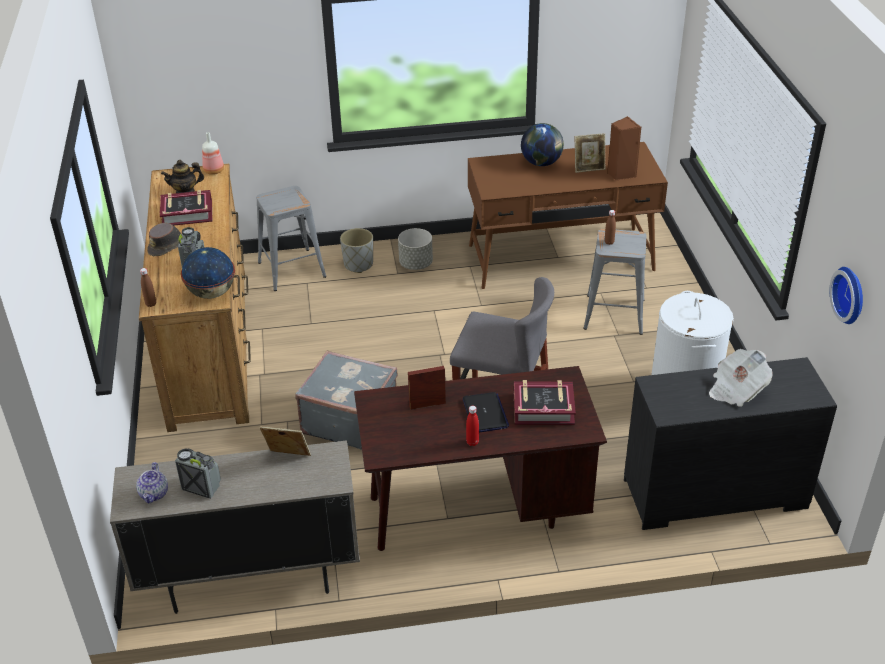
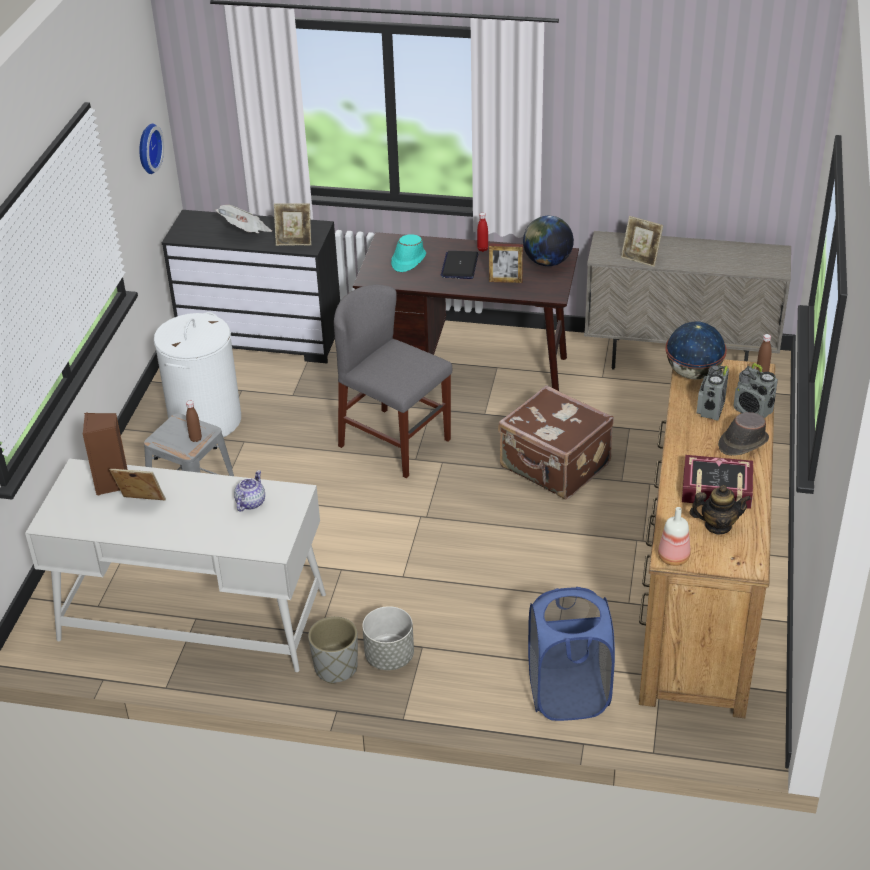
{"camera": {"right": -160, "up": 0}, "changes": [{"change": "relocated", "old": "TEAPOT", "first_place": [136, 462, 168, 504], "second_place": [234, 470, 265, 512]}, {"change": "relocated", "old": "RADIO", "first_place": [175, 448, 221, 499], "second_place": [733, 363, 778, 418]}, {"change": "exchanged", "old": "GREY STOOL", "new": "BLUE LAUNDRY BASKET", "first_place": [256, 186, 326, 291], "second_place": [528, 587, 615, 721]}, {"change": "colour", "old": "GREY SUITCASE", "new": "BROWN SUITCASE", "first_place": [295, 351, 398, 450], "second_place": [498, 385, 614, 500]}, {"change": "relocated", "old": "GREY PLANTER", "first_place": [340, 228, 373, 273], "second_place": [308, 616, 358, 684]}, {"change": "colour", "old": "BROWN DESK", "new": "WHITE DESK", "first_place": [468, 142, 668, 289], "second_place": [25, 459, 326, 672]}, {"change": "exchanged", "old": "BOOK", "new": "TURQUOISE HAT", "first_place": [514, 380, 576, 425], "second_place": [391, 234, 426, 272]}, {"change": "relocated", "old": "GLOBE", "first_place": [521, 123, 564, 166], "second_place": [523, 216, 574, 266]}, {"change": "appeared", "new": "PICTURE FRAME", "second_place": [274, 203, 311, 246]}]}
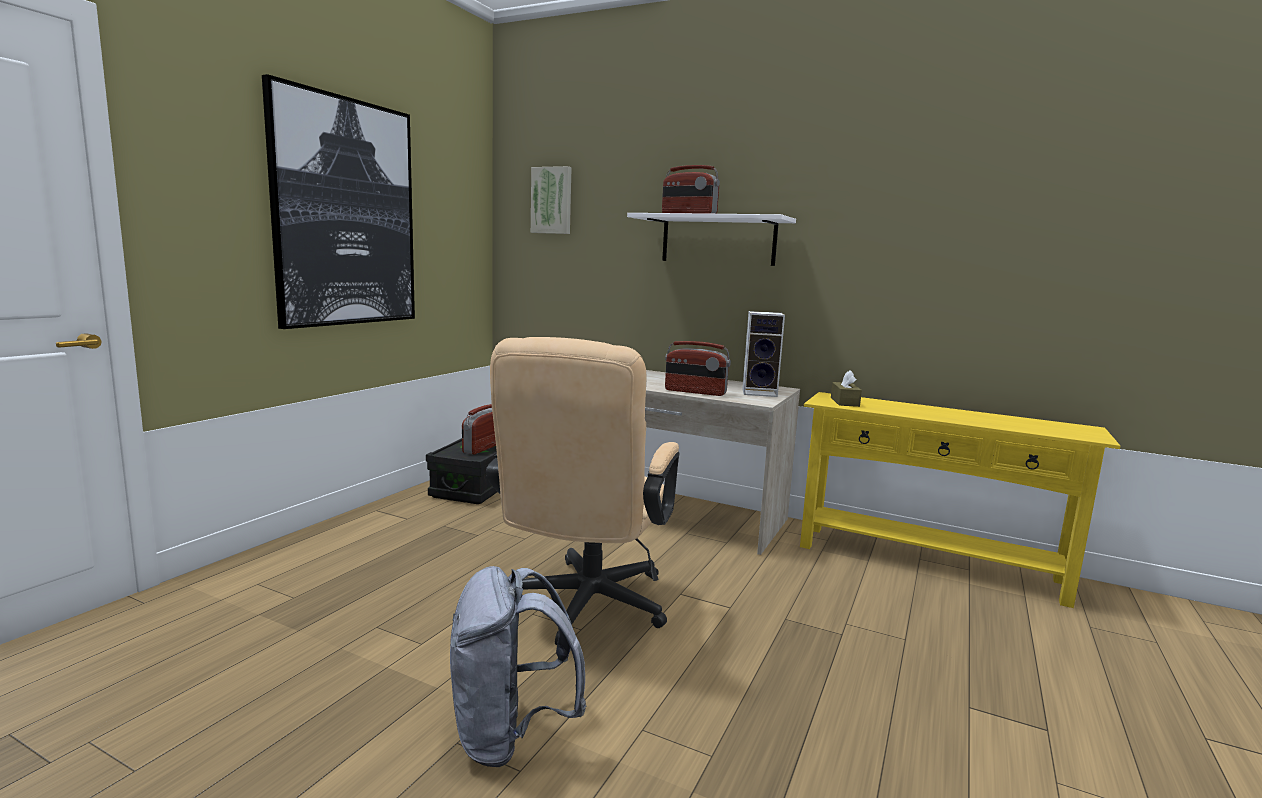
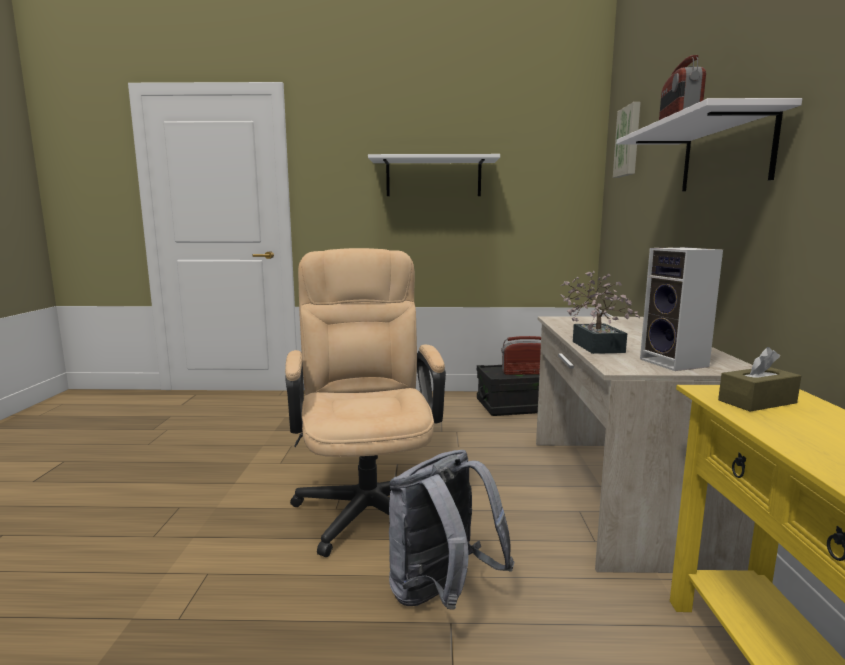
{"camera": {"right": 65, "up": 0}, "changes": [{"change": "exchanged", "old": "PICTURE", "new": "WHITE SHELF", "first_place": [262, 74, 415, 329], "second_place": [368, 154, 500, 196]}, {"change": "relocated", "old": "GREY BACKPACK", "first_place": [450, 566, 586, 767], "second_place": [389, 450, 514, 609]}, {"change": "spun", "old": "BEIGE OFFICE CHAIR", "first_place": [486, 337, 679, 645], "second_place": [285, 248, 446, 557], "degrees": 90}, {"change": "exchanged", "old": "RADIO", "new": "POTTED PLANT", "first_place": [665, 341, 731, 396], "second_place": [560, 271, 640, 354]}]}
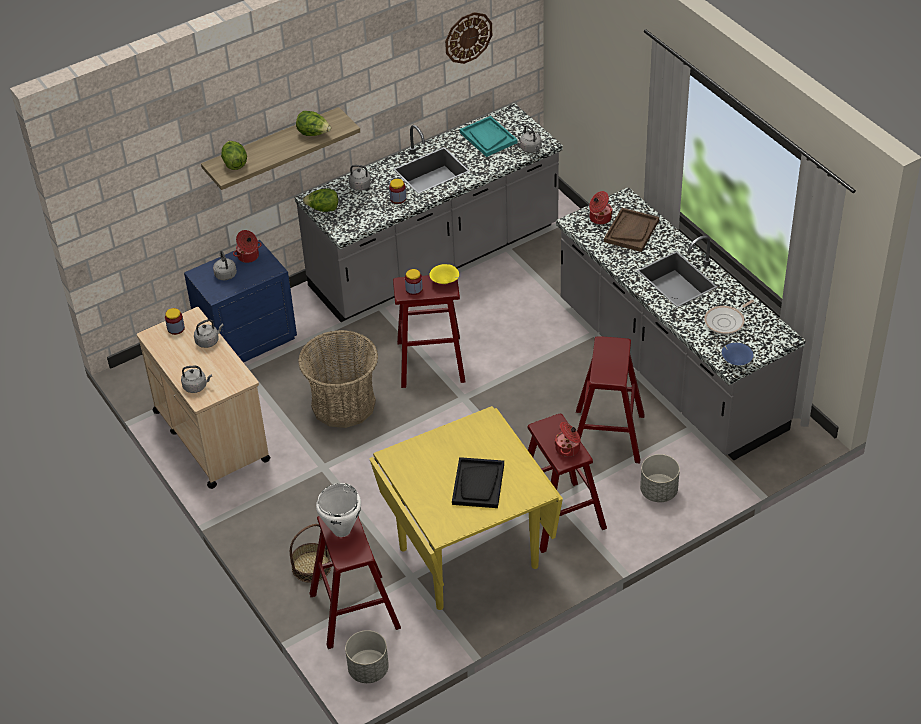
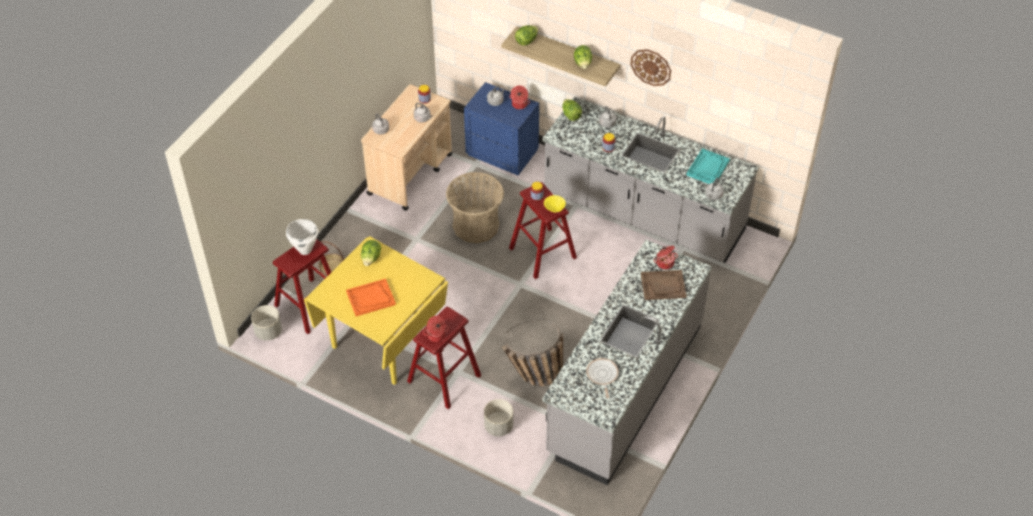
{"camera": {"right": 60, "up": 5}, "changes": [{"change": "relocated", "old": "WALL CLOCK", "first_place": [445, 12, 492, 64], "second_place": [630, 49, 671, 86]}, {"change": "colour", "old": "BLACK TRAY", "new": "ORANGE TRAY", "first_place": [452, 457, 504, 508], "second_place": [346, 279, 396, 316]}, {"change": "exchanged", "old": "RED STOOL", "new": "BASKET", "first_place": [576, 336, 645, 463], "second_place": [502, 319, 563, 386]}, {"change": "spun", "old": "FRYING PAN", "first_place": [704, 300, 754, 335], "second_place": [586, 358, 619, 398], "degrees": 60}, {"change": "missing", "old": "BLUE BOWL", "first_place": [722, 343, 753, 365]}, {"change": "appeared", "new": "LETTUCE", "second_place": [361, 240, 381, 266]}]}
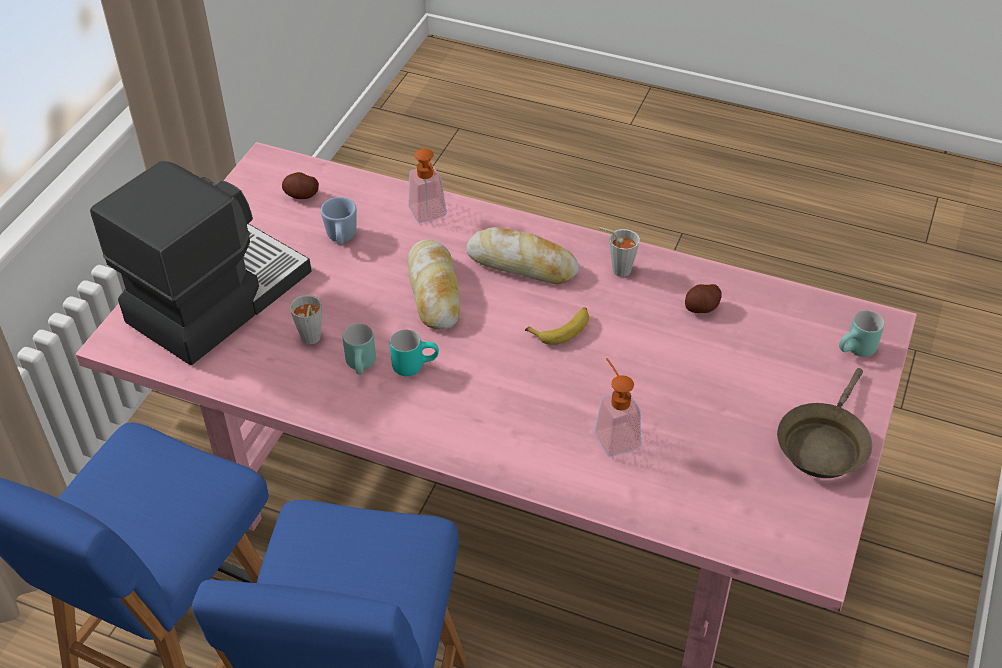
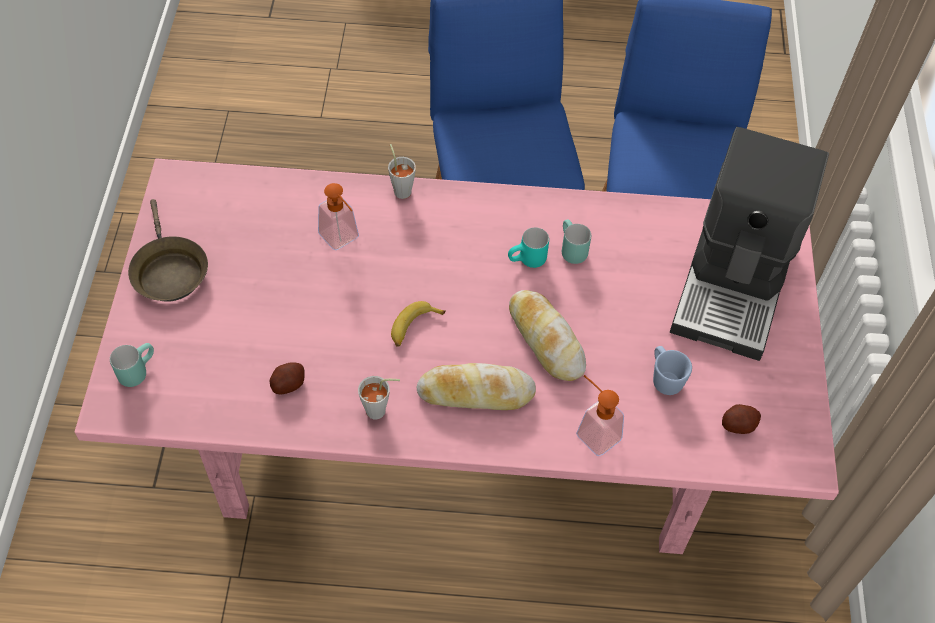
{"camera": {"right": 160, "up": 10}, "changes": [{"change": "relocated", "old": "GREY CUP", "first_place": [290, 295, 322, 344], "second_place": [388, 144, 416, 199]}, {"change": "spun", "old": "BROWN FRYING PAN", "first_place": [777, 368, 872, 478], "second_place": [128, 199, 208, 302], "degrees": 150}]}
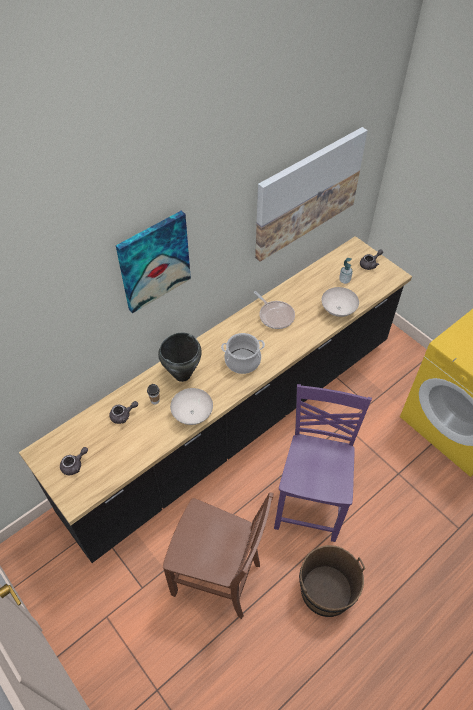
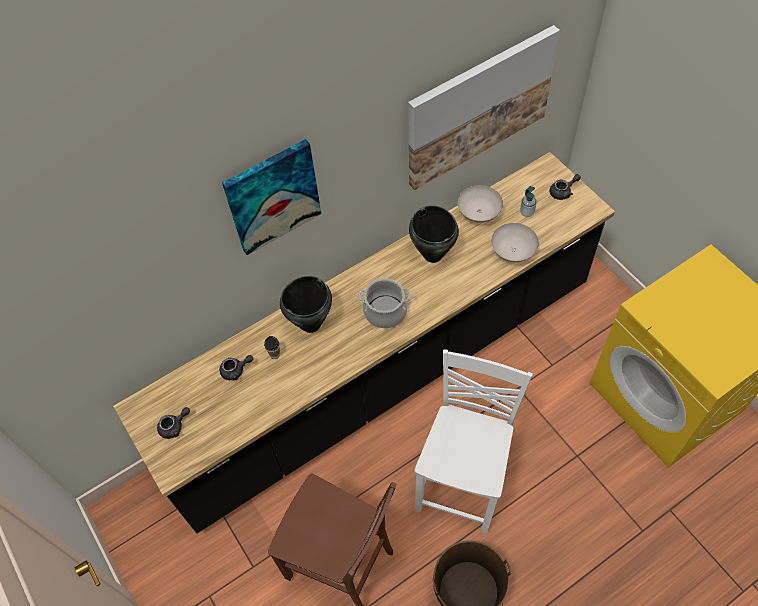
{"camera": {"right": 10, "up": 5}, "changes": [{"change": "relocated", "old": "WHITE BOWL", "first_place": [170, 388, 213, 425], "second_place": [457, 185, 503, 223]}, {"change": "exchanged", "old": "FRYING PAN", "new": "BLACK COOKING POT", "first_place": [254, 291, 295, 329], "second_place": [409, 205, 459, 263]}, {"change": "colour", "old": "PURPLE CHAIR", "new": "WHITE CHAIR", "first_place": [274, 384, 372, 542], "second_place": [415, 350, 533, 534]}]}
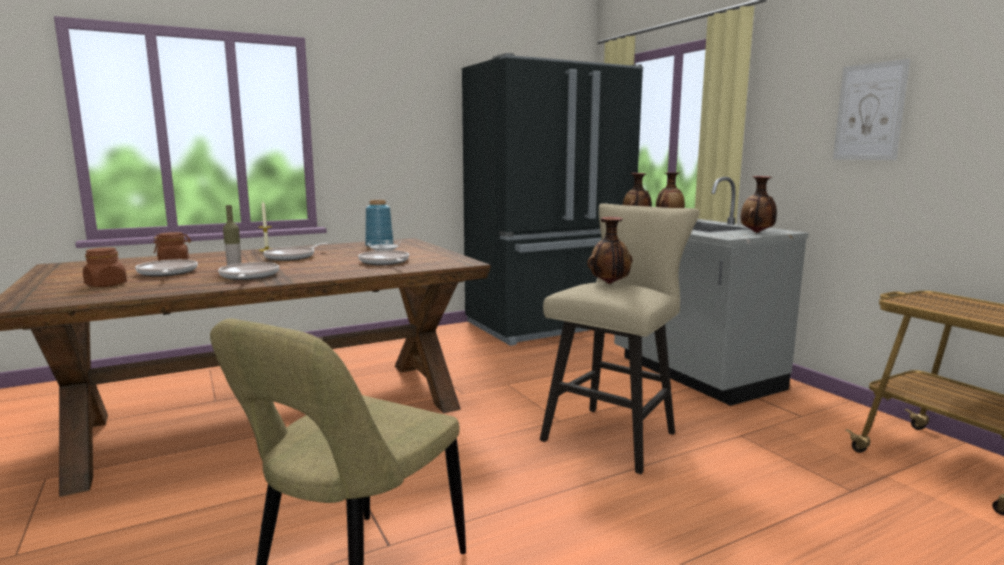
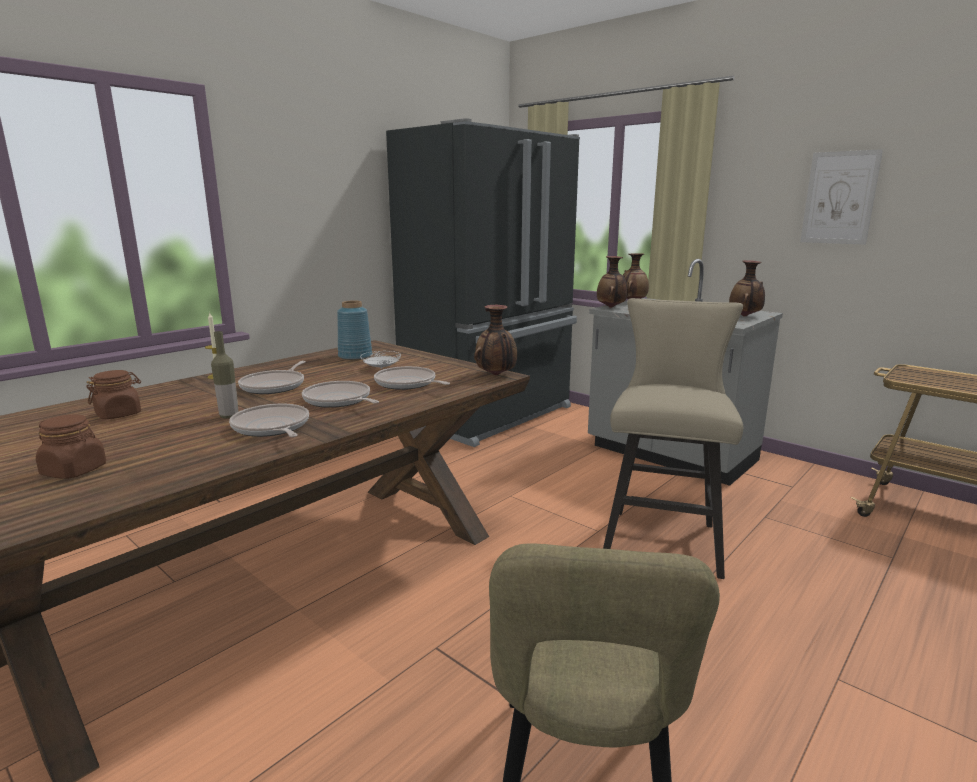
{"camera": {"right": -20, "up": 5}, "changes": [{"change": "relocated", "old": "FRYING PAN", "first_place": [135, 259, 198, 277], "second_place": [302, 381, 379, 408]}, {"change": "relocated", "old": "VASE", "first_place": [587, 217, 633, 284], "second_place": [474, 305, 517, 375]}]}
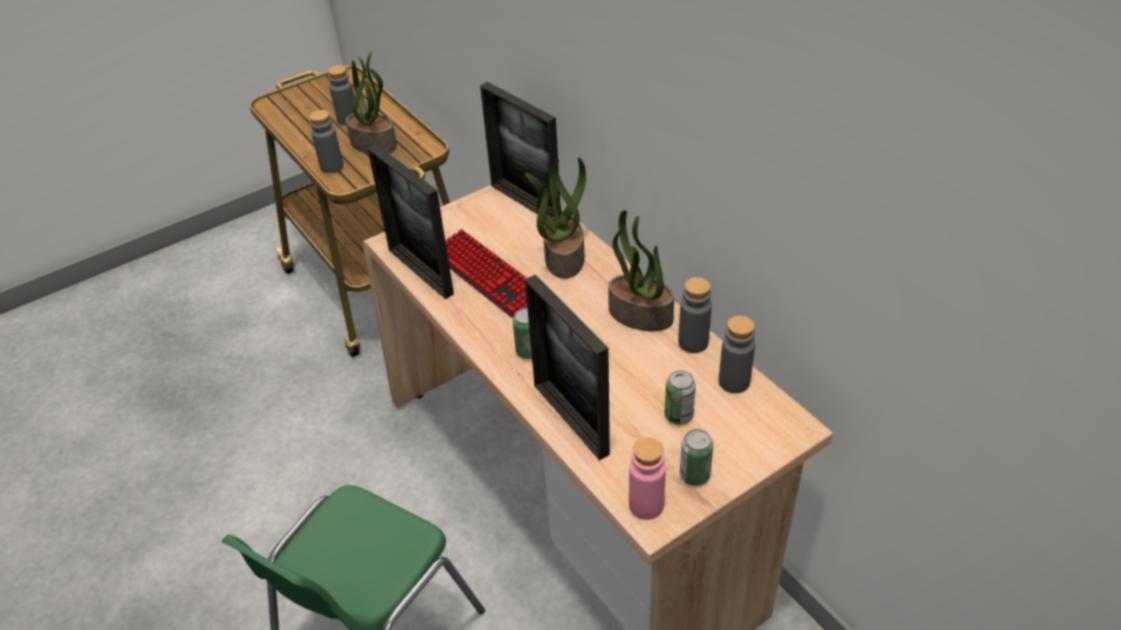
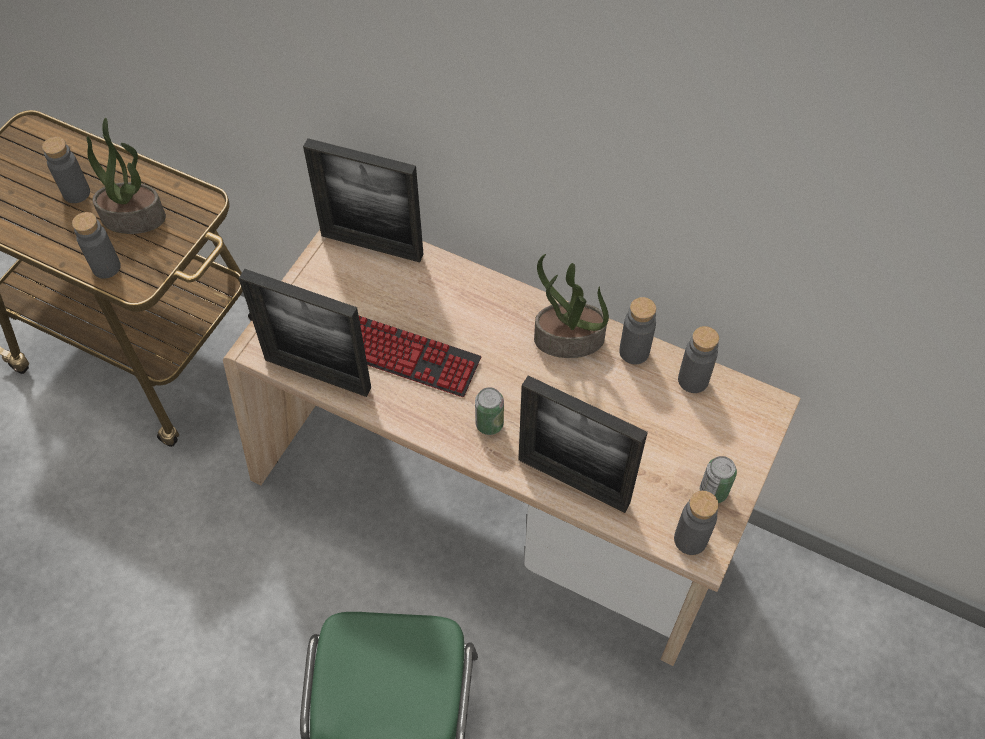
{"camera": {"right": -30, "up": 15}, "changes": [{"change": "missing", "old": "POTTED PLANT", "first_place": [525, 157, 586, 279]}, {"change": "colour", "old": "PINK BOTTLE", "new": "GREY BOTTLE", "first_place": [629, 437, 666, 520], "second_place": [674, 491, 719, 555]}, {"change": "missing", "old": "CAN", "first_place": [665, 370, 696, 425]}]}
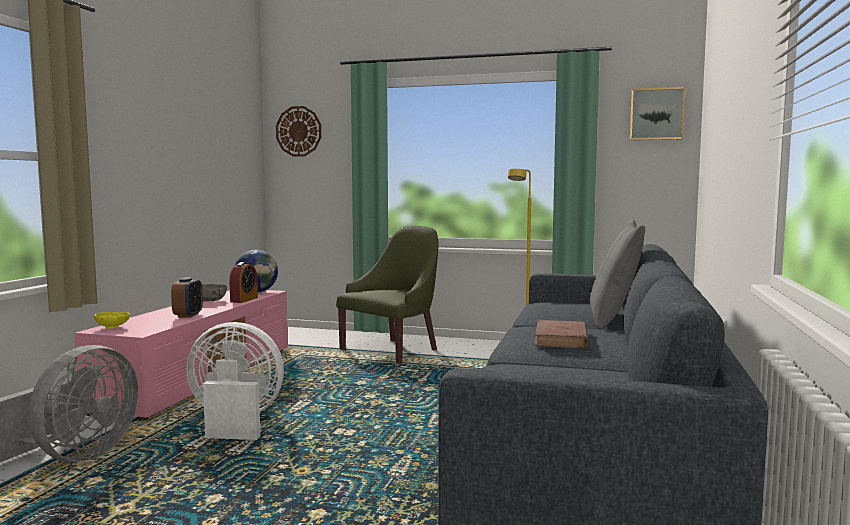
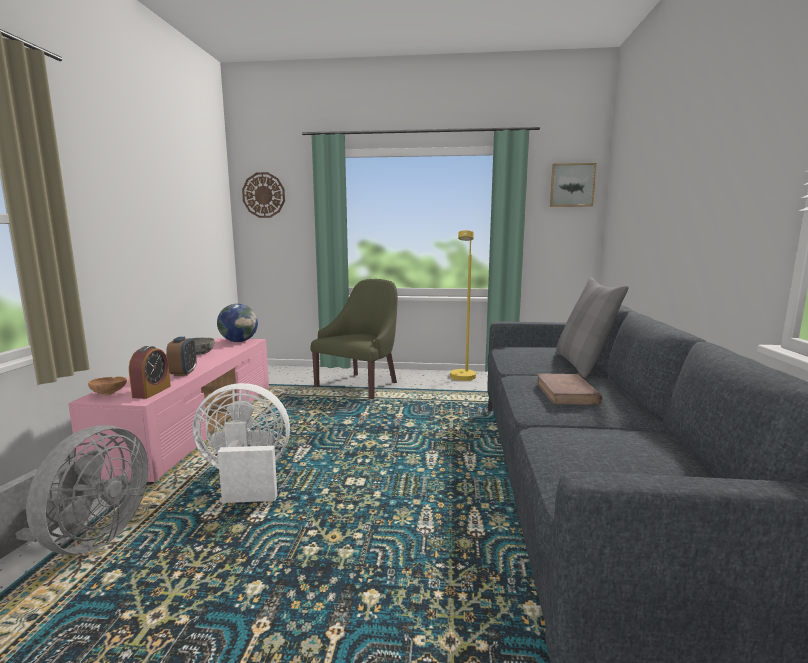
{"camera": {"right": -10, "up": 5}, "changes": [{"change": "colour", "old": "YELLOW BOWL", "new": "BROWN BOWL", "first_place": [94, 312, 130, 329], "second_place": [88, 377, 127, 396]}, {"change": "relocated", "old": "ALARM CLOCK", "first_place": [229, 262, 258, 303], "second_place": [129, 346, 171, 399]}]}
